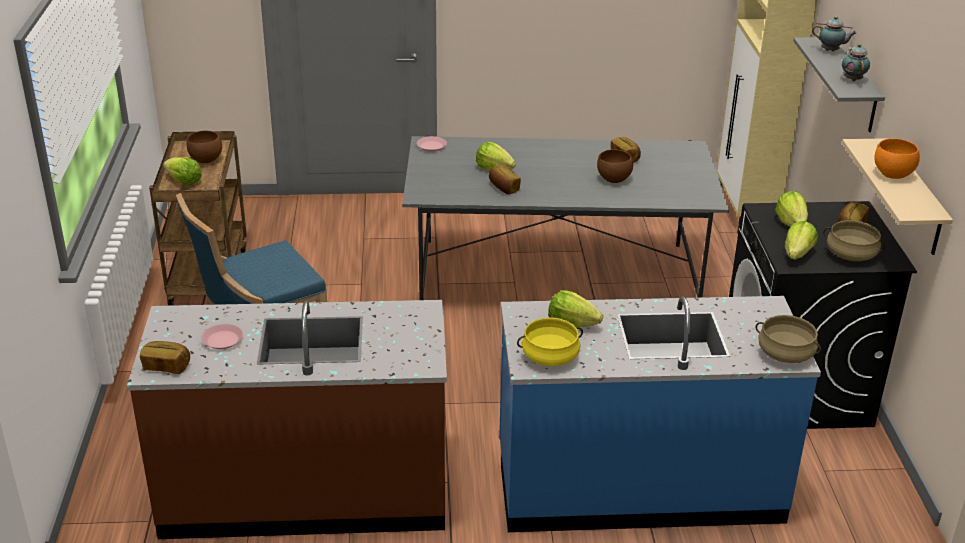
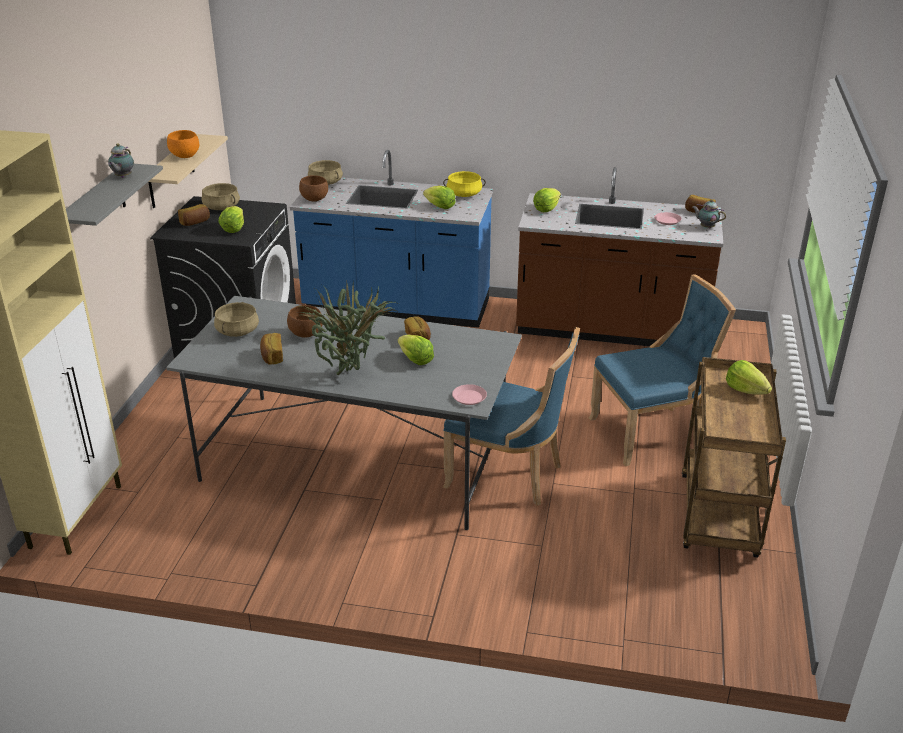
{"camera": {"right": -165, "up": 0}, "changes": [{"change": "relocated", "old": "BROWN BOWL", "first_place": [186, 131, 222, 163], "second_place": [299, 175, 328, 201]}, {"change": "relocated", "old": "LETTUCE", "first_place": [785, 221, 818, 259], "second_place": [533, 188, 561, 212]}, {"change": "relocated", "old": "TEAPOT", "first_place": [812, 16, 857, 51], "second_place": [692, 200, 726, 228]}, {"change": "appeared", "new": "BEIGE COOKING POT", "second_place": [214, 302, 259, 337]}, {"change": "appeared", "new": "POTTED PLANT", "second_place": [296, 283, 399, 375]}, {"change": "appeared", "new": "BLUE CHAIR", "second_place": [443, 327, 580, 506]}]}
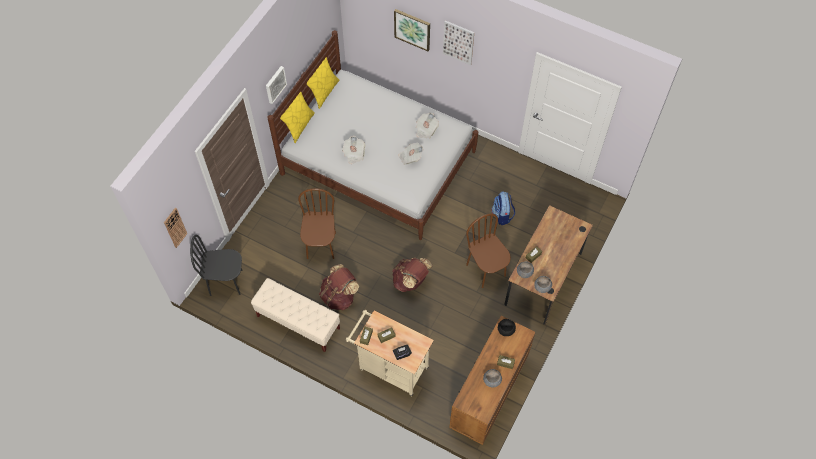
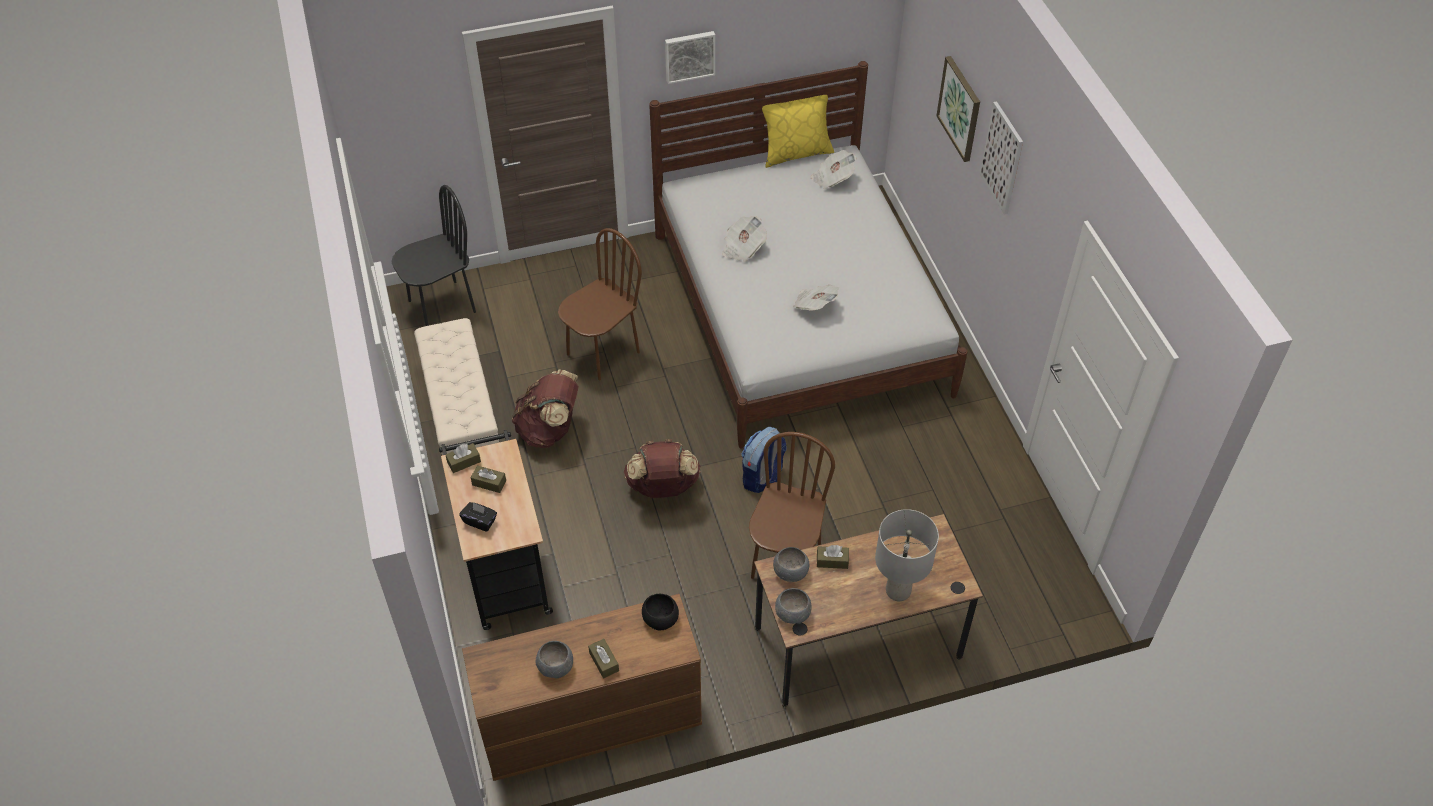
{"camera": {"right": 45, "up": -10}, "changes": [{"change": "missing", "old": "WALL CLOCK", "first_place": [164, 208, 187, 248]}, {"change": "spun", "old": "BLACK CHAIR", "first_place": [190, 235, 243, 296], "second_place": [392, 185, 476, 326], "degrees": 105}, {"change": "missing", "old": "YELLOW PILLOW", "first_place": [280, 92, 315, 143]}, {"change": "colour", "old": "BEIGE CART", "new": "BLACK CART", "first_place": [346, 310, 434, 396], "second_place": [439, 430, 553, 630]}, {"change": "relocated", "old": "NEWSPAPER", "first_place": [416, 113, 439, 138], "second_place": [811, 150, 857, 189]}, {"change": "relocated", "old": "BACKPACK", "first_place": [491, 192, 515, 225], "second_place": [741, 427, 787, 493]}, {"change": "appeared", "new": "GREY TABLE LAMP", "second_place": [875, 509, 939, 601]}]}
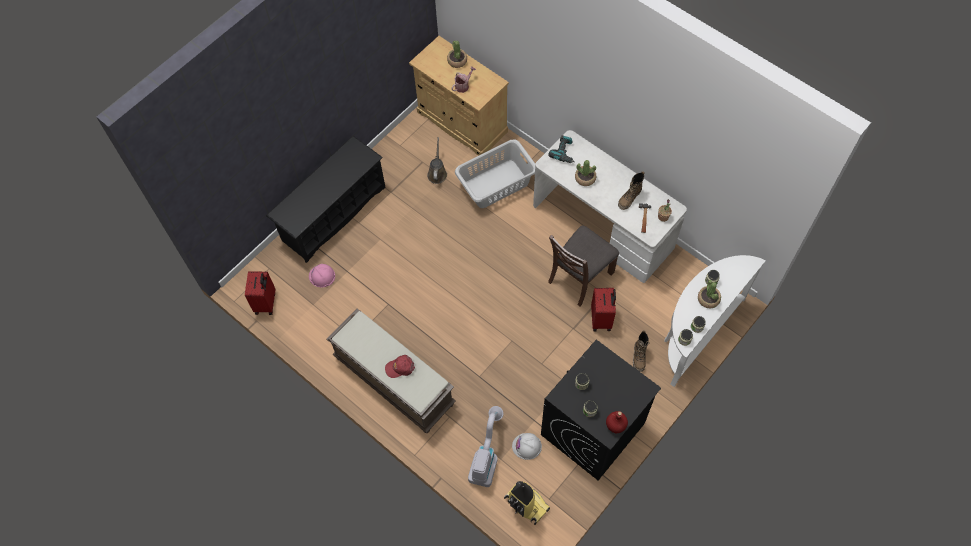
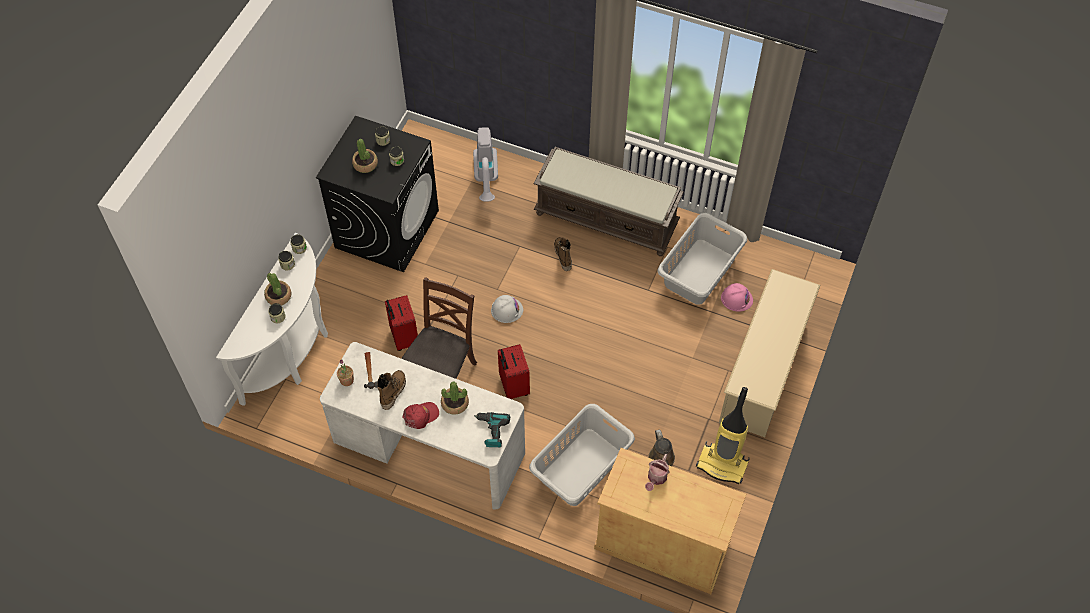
{"camera": {"right": 160, "up": -5}, "changes": [{"change": "relocated", "old": "RED SUITCASE", "first_place": [245, 271, 275, 315], "second_place": [498, 344, 530, 399]}, {"change": "colour", "old": "BLACK SHOE RACK", "new": "BEIGE SHOE RACK", "first_place": [266, 136, 386, 263], "second_place": [719, 269, 820, 437]}, {"change": "relocated", "old": "RED CAP", "first_place": [385, 355, 415, 378], "second_place": [402, 402, 439, 429]}, {"change": "relocated", "old": "POTTED PLANT", "first_place": [447, 40, 467, 68], "second_place": [352, 139, 378, 173]}, {"change": "relocated", "old": "VACUUM CLEANER", "first_place": [504, 481, 550, 525], "second_place": [696, 387, 750, 484]}, {"change": "relocated", "old": "WHITE HARD HAT", "first_place": [512, 433, 542, 460], "second_place": [491, 295, 523, 323]}, {"change": "missing", "old": "RED BOTTLE", "first_place": [606, 411, 628, 433]}, {"change": "relocated", "old": "BOOT", "first_place": [633, 331, 650, 372], "second_place": [554, 237, 572, 271]}, {"change": "appeared", "new": "GREY LAUNDRY BASKET", "second_place": [657, 213, 747, 305]}]}
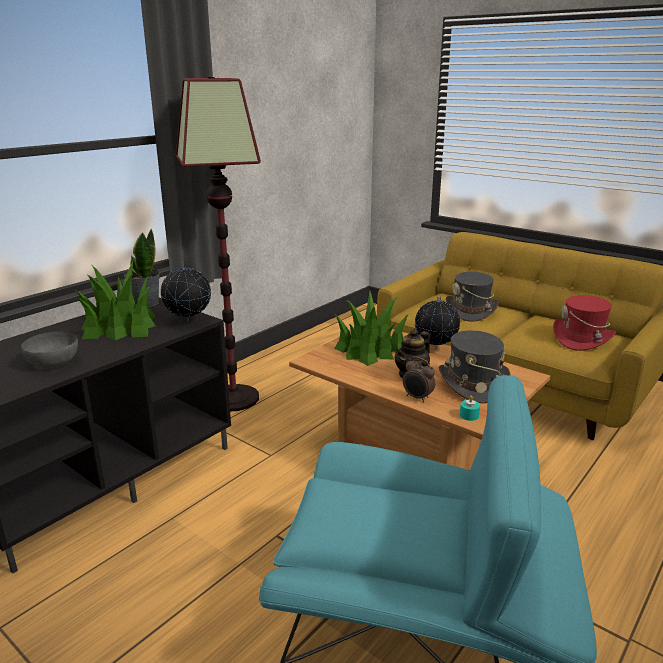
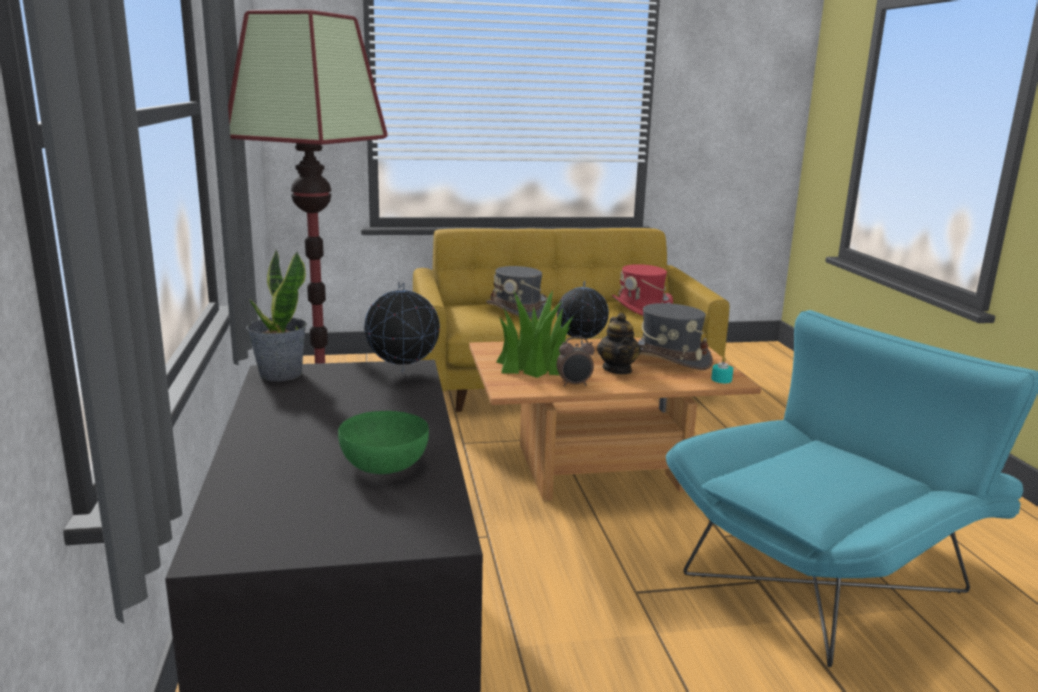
{"camera": {"right": -50, "up": -5}, "changes": [{"change": "colour", "old": "GREY BOWL", "new": "GREEN BOWL", "first_place": [21, 331, 78, 368], "second_place": [338, 411, 429, 474]}, {"change": "missing", "old": "POTTED PLANT", "first_place": [75, 262, 156, 341]}, {"change": "relocated", "old": "ALARM CLOCK", "first_place": [403, 357, 435, 402], "second_place": [557, 336, 594, 386]}]}
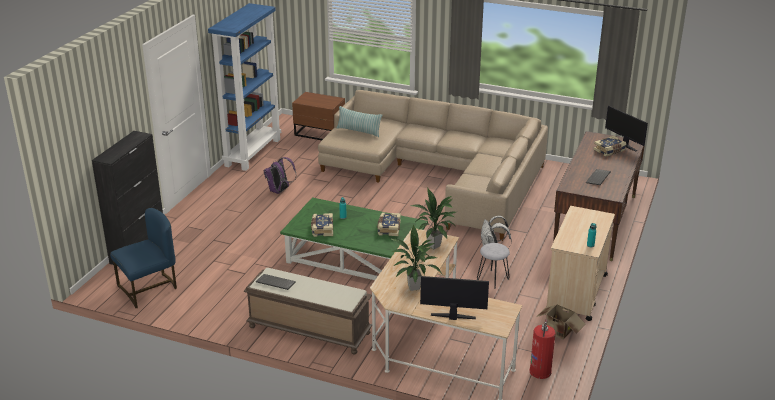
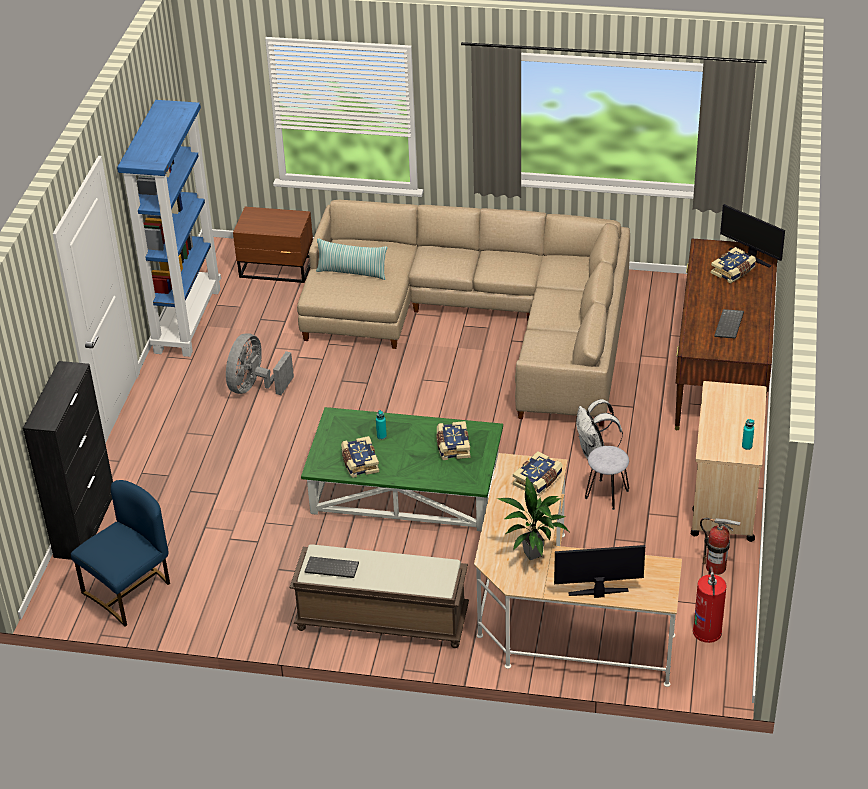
{"camera": {"right": -10, "up": 10}, "changes": [{"change": "exchanged", "old": "PURPLE BACKPACK", "new": "GREY FAN", "first_place": [264, 157, 296, 194], "second_place": [226, 333, 294, 395]}, {"change": "exchanged", "old": "POTTED PLANT", "new": "BOOK", "first_place": [411, 187, 456, 249], "second_place": [513, 451, 563, 496]}, {"change": "exchanged", "old": "CARDBOARD BOX", "new": "FIRE EXTINGUISHER", "first_place": [536, 303, 585, 339], "second_place": [700, 517, 741, 575]}]}
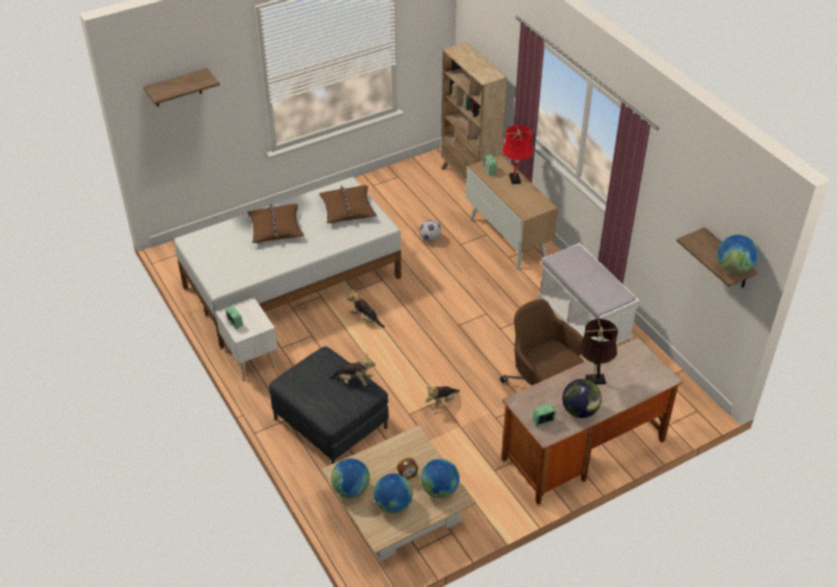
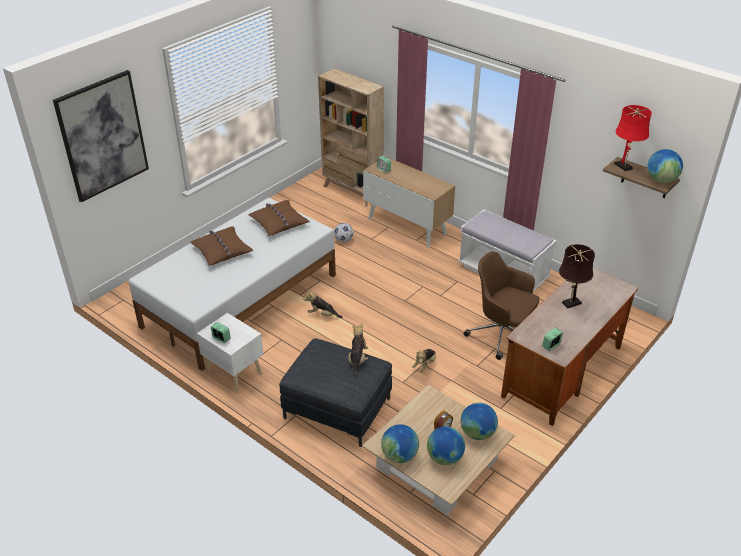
{"camera": {"right": -20, "up": -5}, "changes": [{"change": "exchanged", "old": "SHELF", "new": "PICTURE", "first_place": [143, 68, 220, 106], "second_place": [53, 70, 149, 202]}, {"change": "spun", "old": "PLUSH TOY", "first_place": [329, 354, 376, 386], "second_place": [348, 323, 368, 377], "degrees": -75}, {"change": "relocated", "old": "RED TABLE LAMP", "first_place": [502, 125, 533, 184], "second_place": [614, 105, 652, 171]}, {"change": "missing", "old": "GLOBE", "first_place": [562, 379, 602, 418]}]}
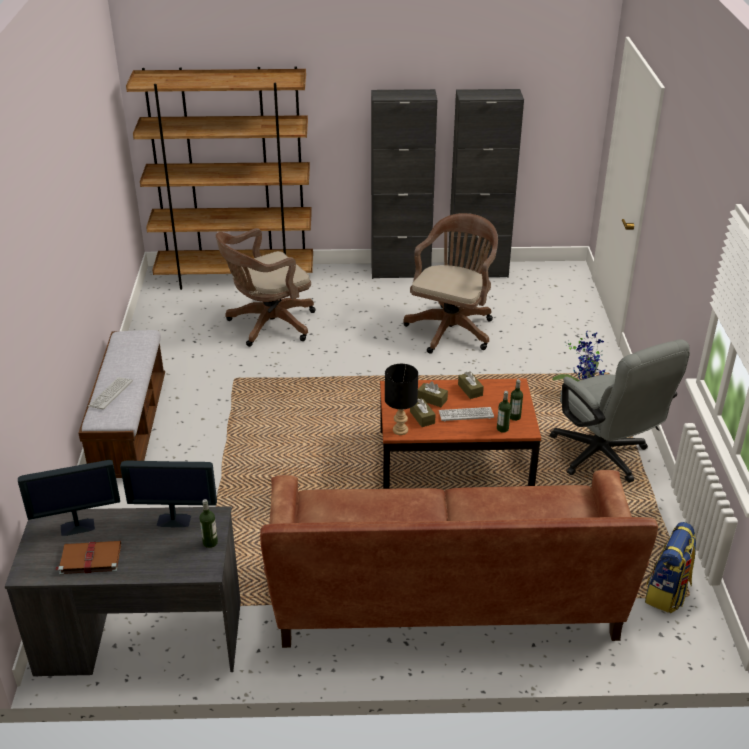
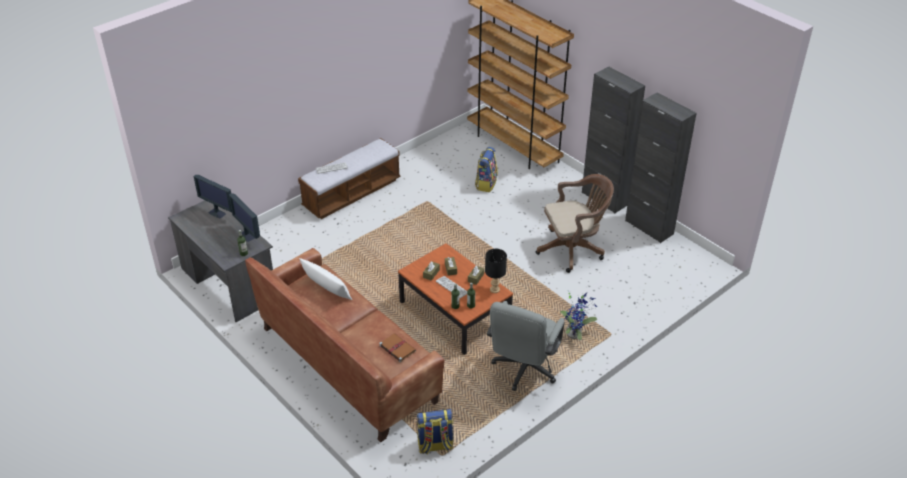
{"camera": {"right": 50, "up": 5}, "changes": [{"change": "relocated", "old": "BROWN BOOK", "first_place": [55, 541, 121, 575], "second_place": [379, 333, 416, 362]}, {"change": "exchanged", "old": "BROWN OFFICE CHAIR", "new": "BACKPACK", "first_place": [216, 228, 316, 347], "second_place": [475, 147, 498, 192]}, {"change": "relocated", "old": "BLACK TABLE LAMP", "first_place": [385, 364, 418, 435], "second_place": [485, 249, 507, 293]}, {"change": "appeared", "new": "WHITE PILLOW", "second_place": [299, 258, 352, 300]}]}
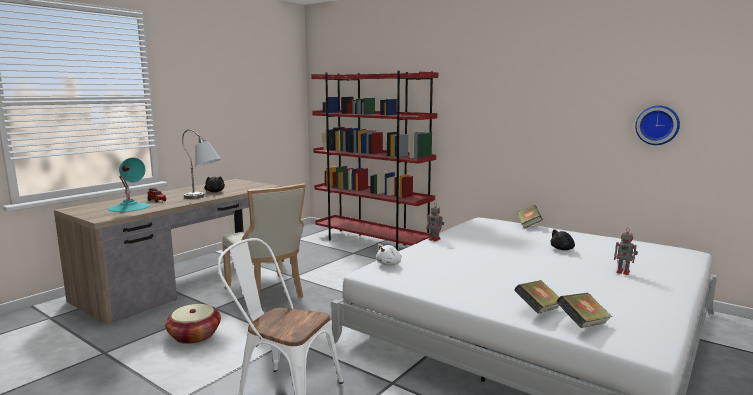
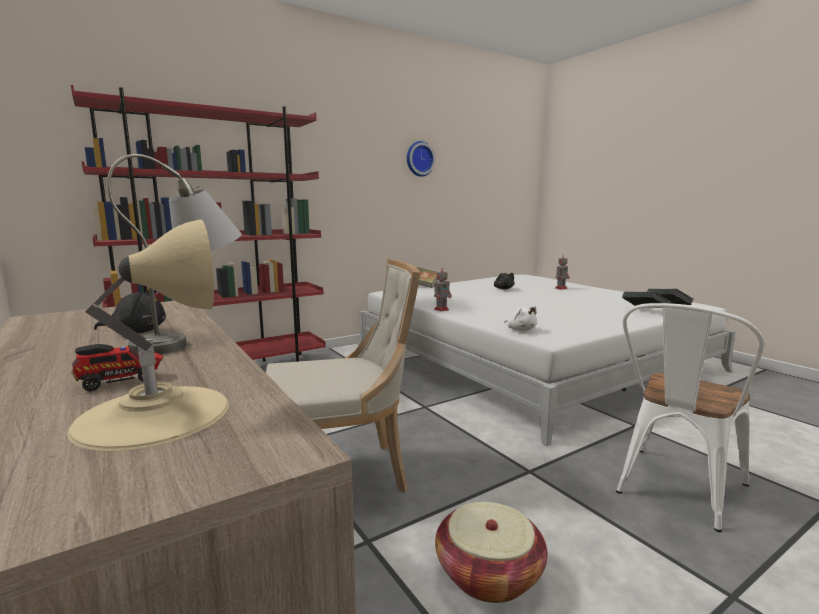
{"camera": {"right": -70, "up": 0}, "changes": [{"change": "colour", "old": "TURQUOISE TABLE LAMP", "new": "BEIGE TABLE LAMP", "first_place": [108, 158, 150, 212], "second_place": [67, 219, 229, 451]}, {"change": "relocated", "old": "WALL CLOCK", "first_place": [635, 106, 680, 145], "second_place": [407, 141, 436, 177]}]}
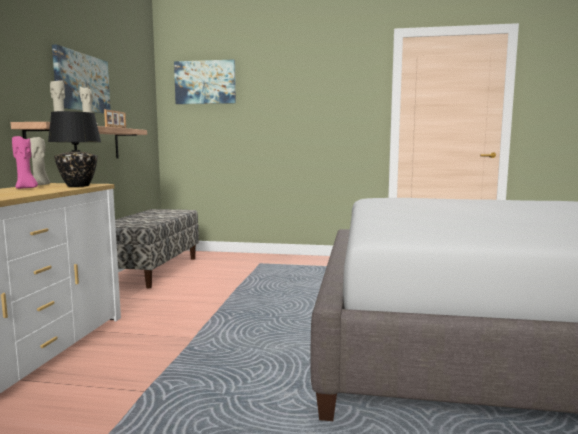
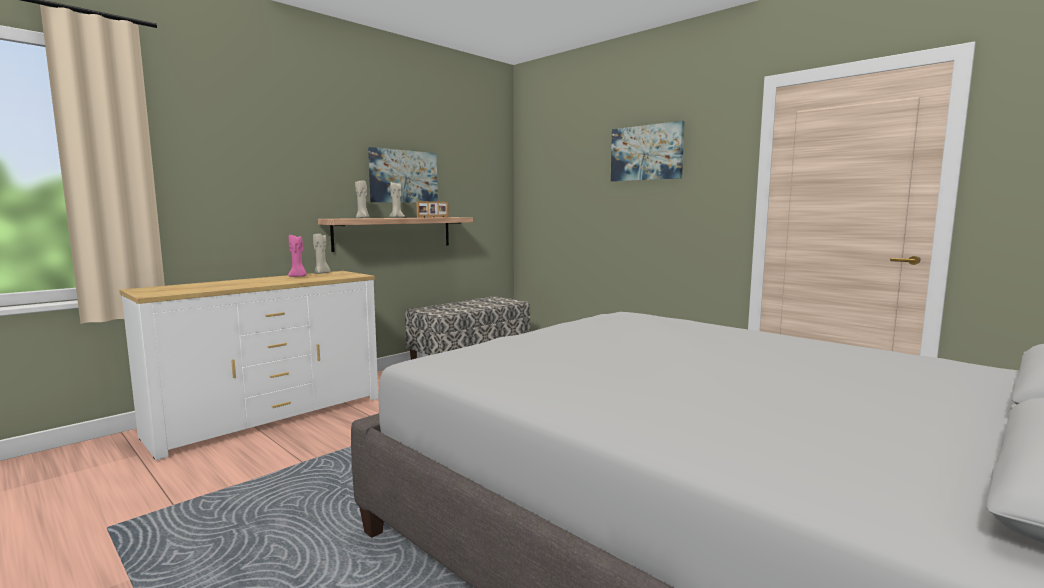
{"camera": {"right": 35, "up": 0}, "changes": [{"change": "missing", "old": "BLACK TABLE LAMP", "first_place": [48, 111, 101, 187]}, {"change": "relocated", "old": "PICTURE", "first_place": [174, 59, 236, 104], "second_place": [611, 121, 685, 182]}]}
